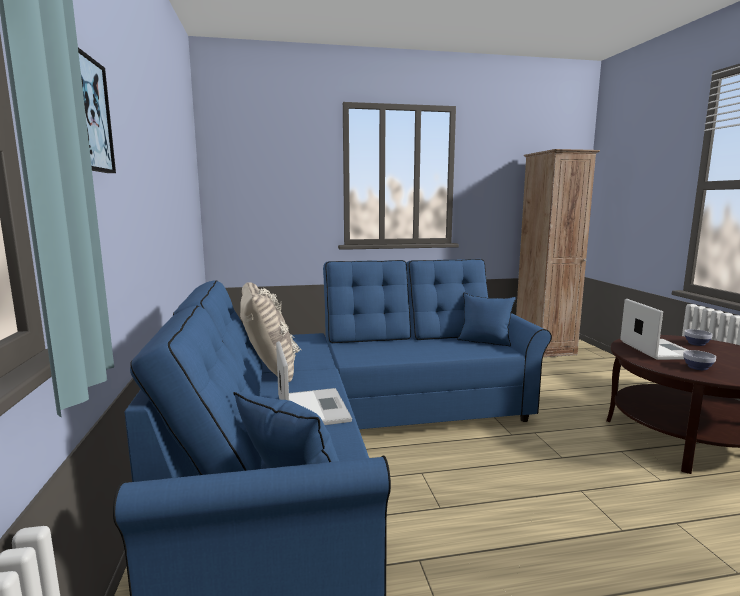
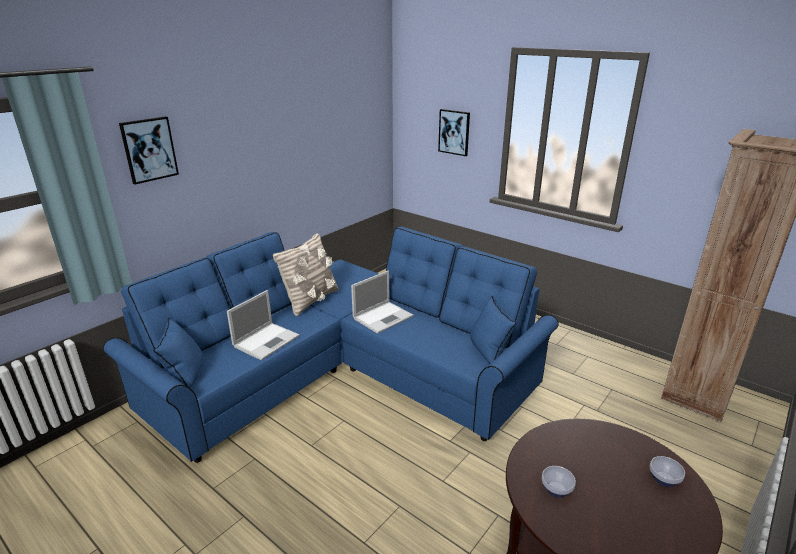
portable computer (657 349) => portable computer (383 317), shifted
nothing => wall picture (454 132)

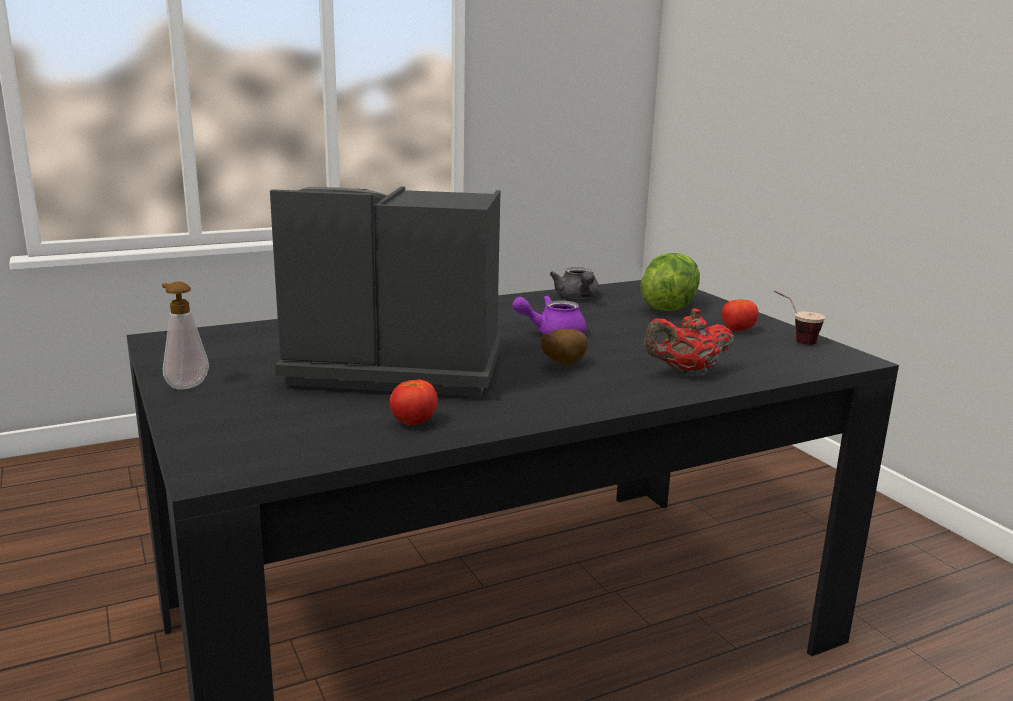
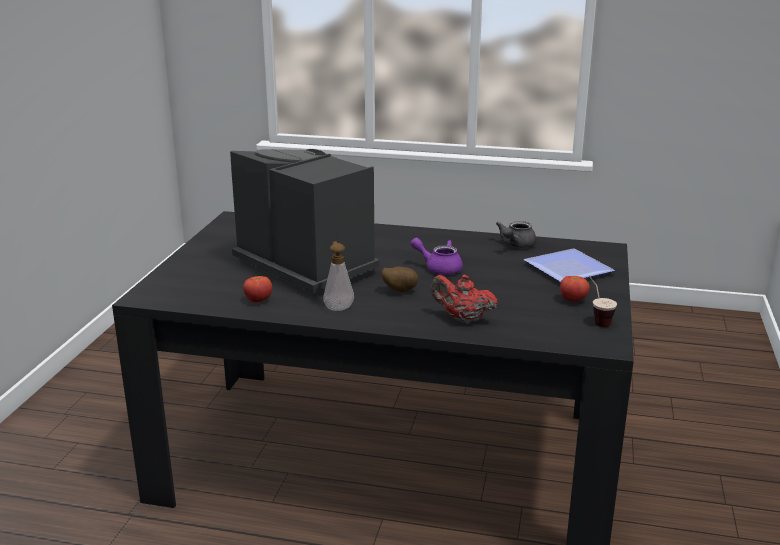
soap bottle (185 385) => soap bottle (338 307), shifted
head of lettuce (668 307) => dinner plate (564 269)

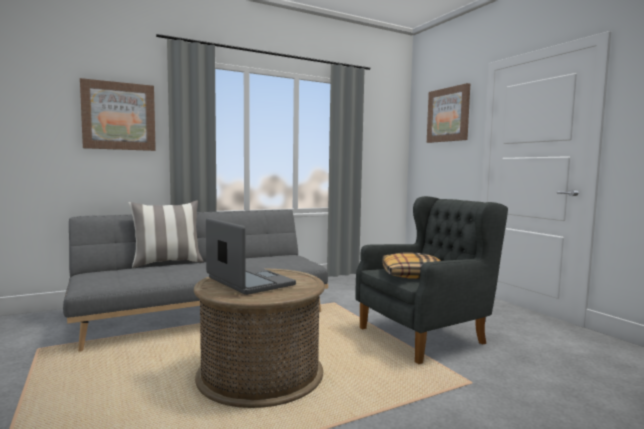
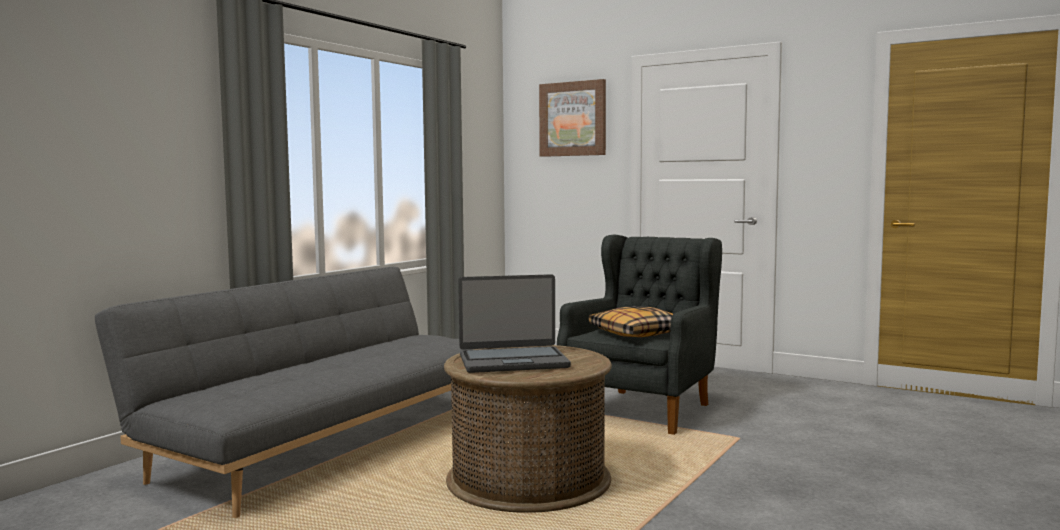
portable computer (249 282) => portable computer (513 361), 150 degrees clockwise
wall picture (119 116) => nothing
throw pillow (167 263) => nothing

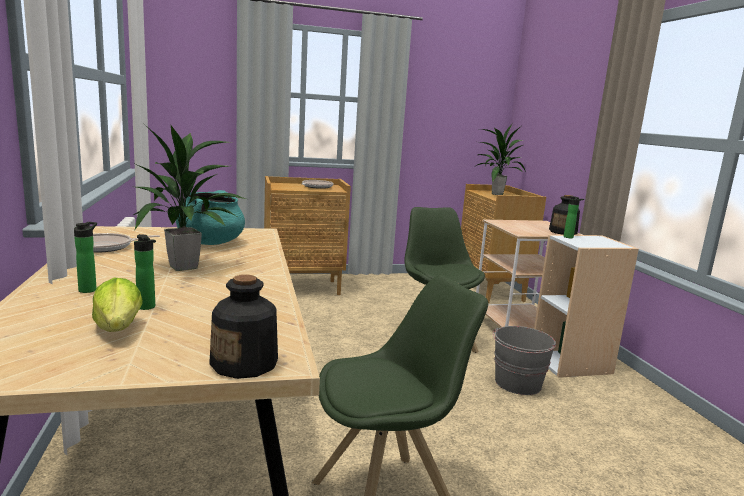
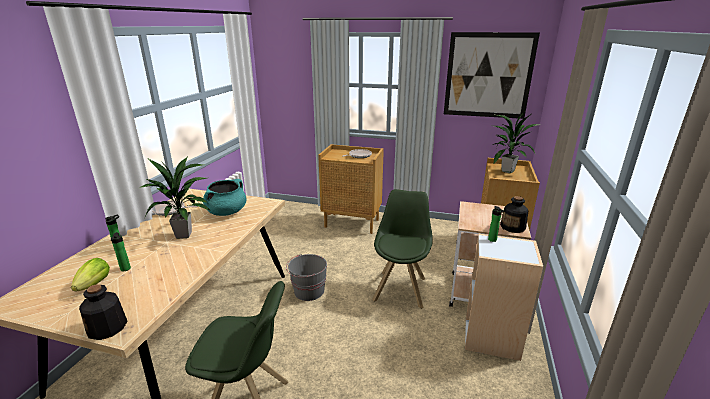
bucket in gray (518 384) => bucket in gray (308 291), shifted
nothing => wall picture (488 76)

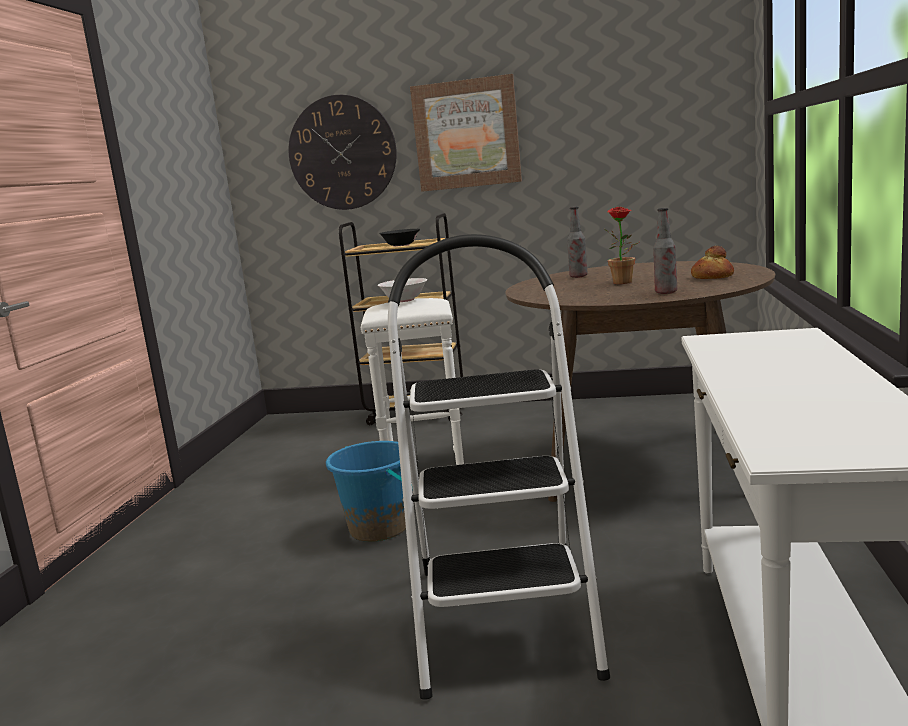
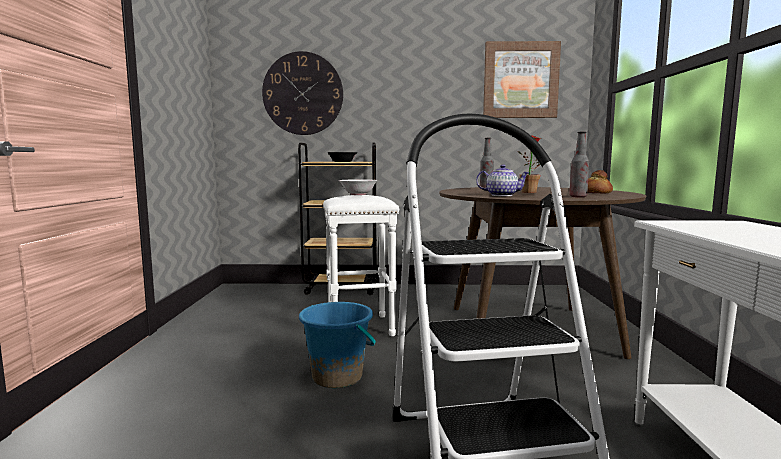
nothing => tea pot (501 195)
wall picture (466 134) => wall picture (520 80), shifted

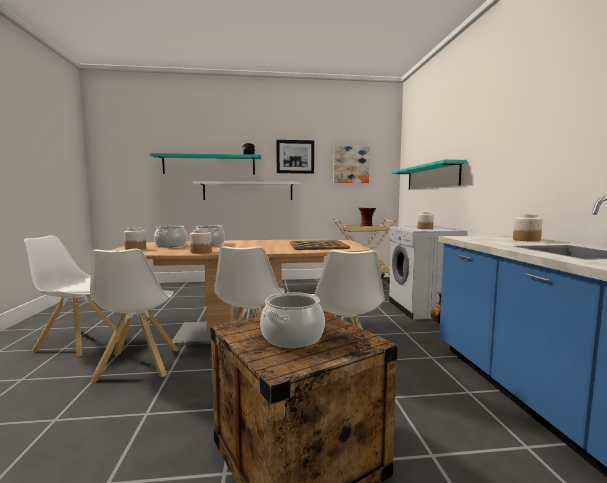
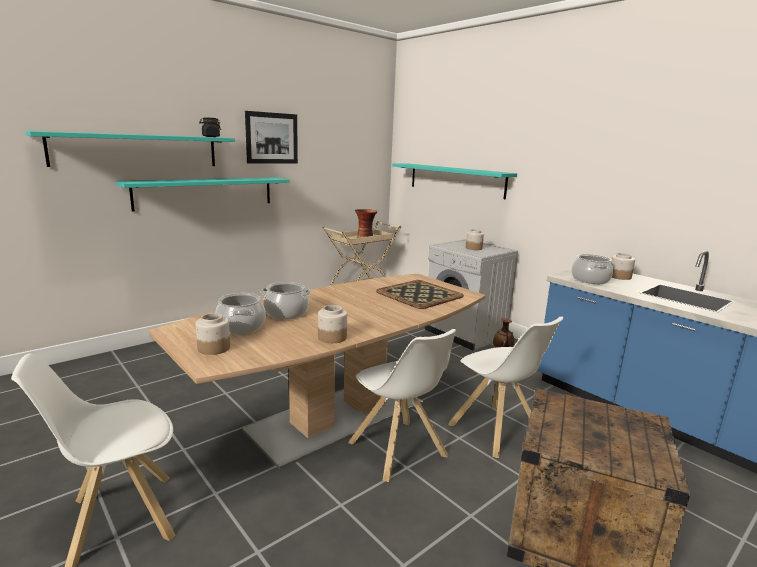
bracket shelf in white-coloured (248 191) => bracket shelf in turquoise-coloured (205 192)
cooking pot (293 337) => cooking pot (590 280), shifted
plain chair in white-coloured (137 365) => nothing
wall picture (351 165) => nothing

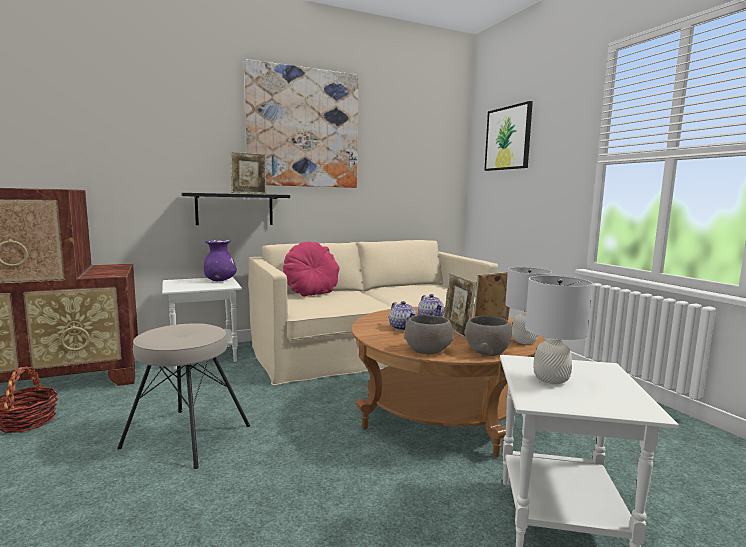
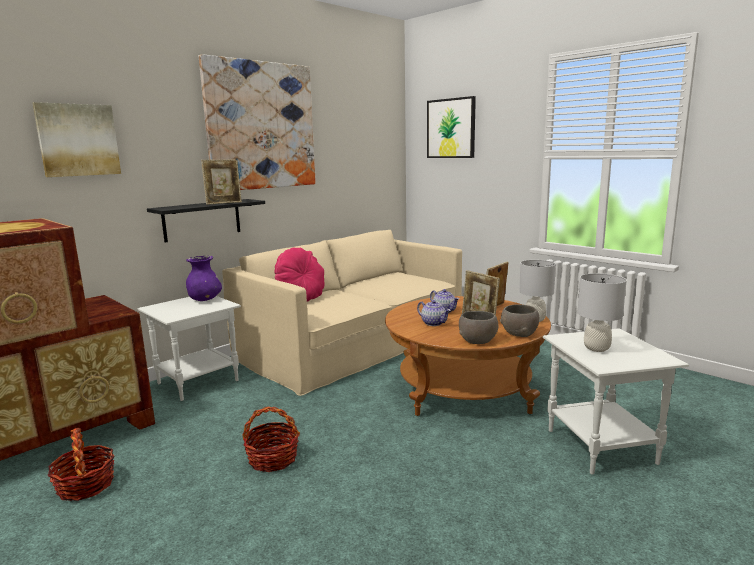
nothing => wall picture (78 140)
sitting stool in beige (186 437) => household basket (272 459)

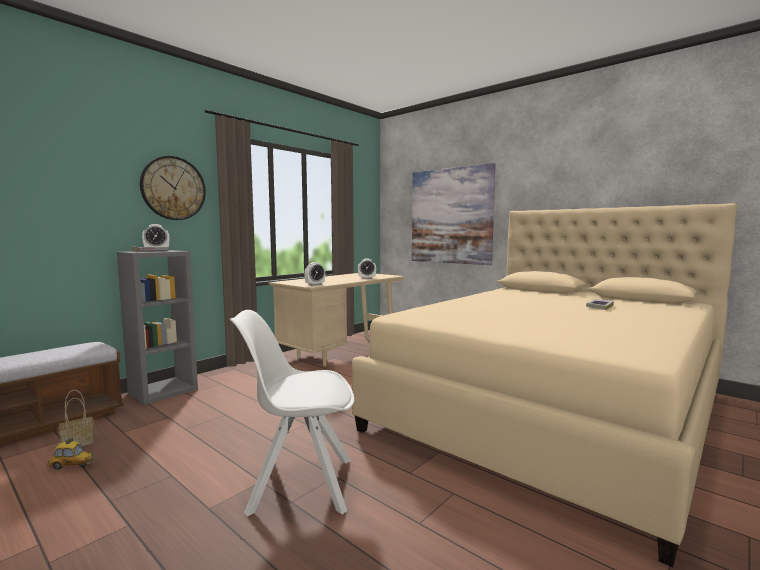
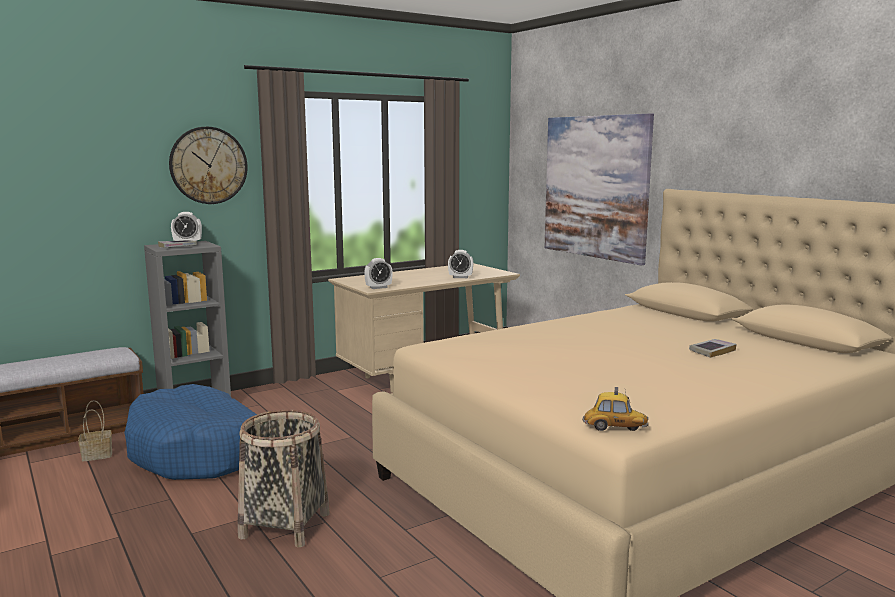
nothing => pet bed in blue-coloured (199 452)
plain chair in white-coloured (300 485) => household basket (285 525)
toy car (71 466) => toy car (614 428), shifted

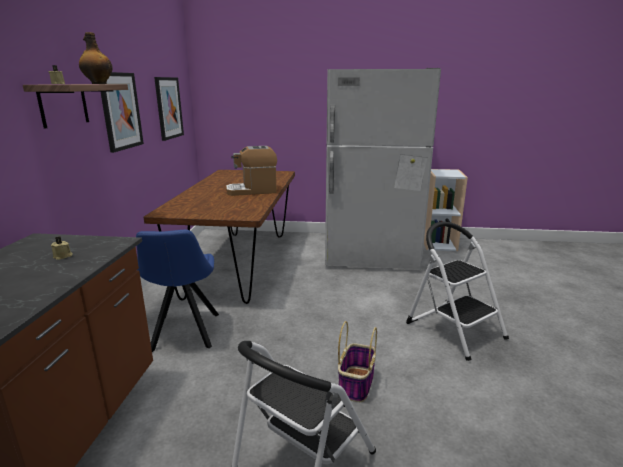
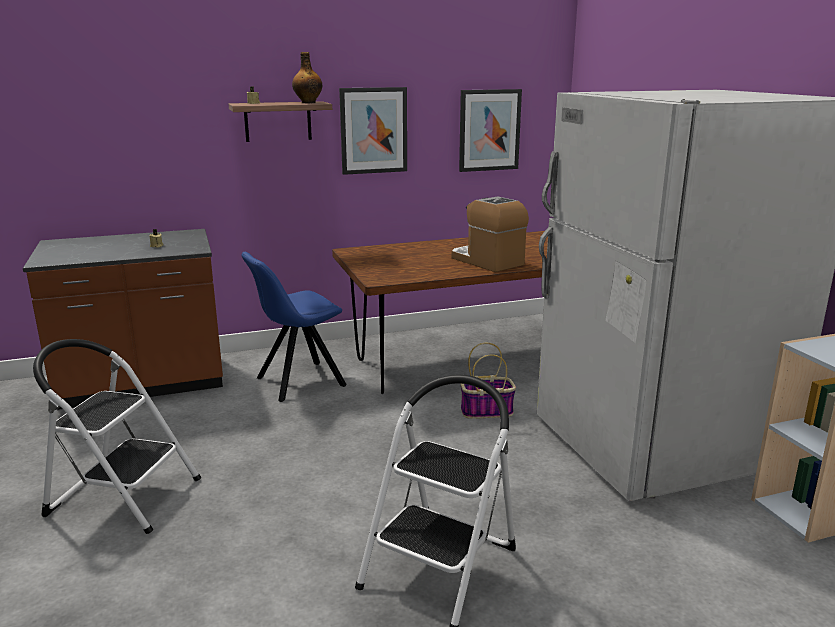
household basket (356 383) => household basket (487 411), shifted

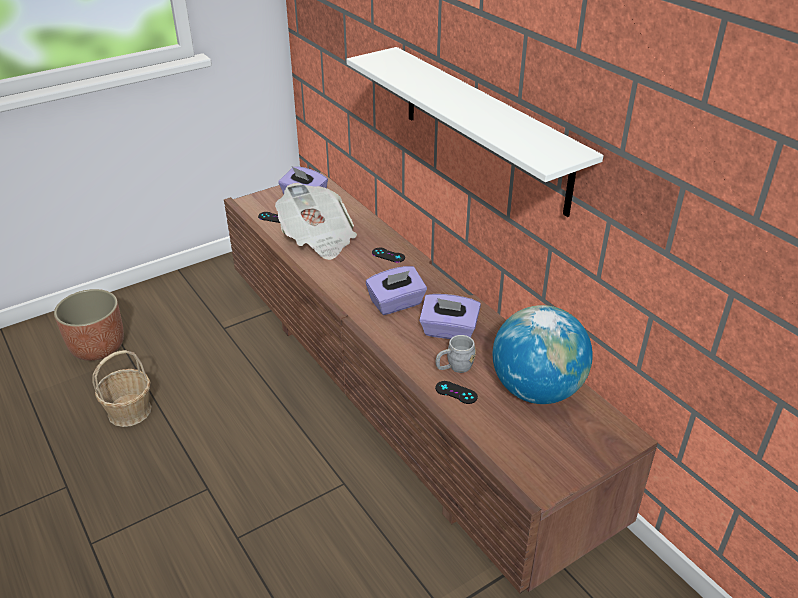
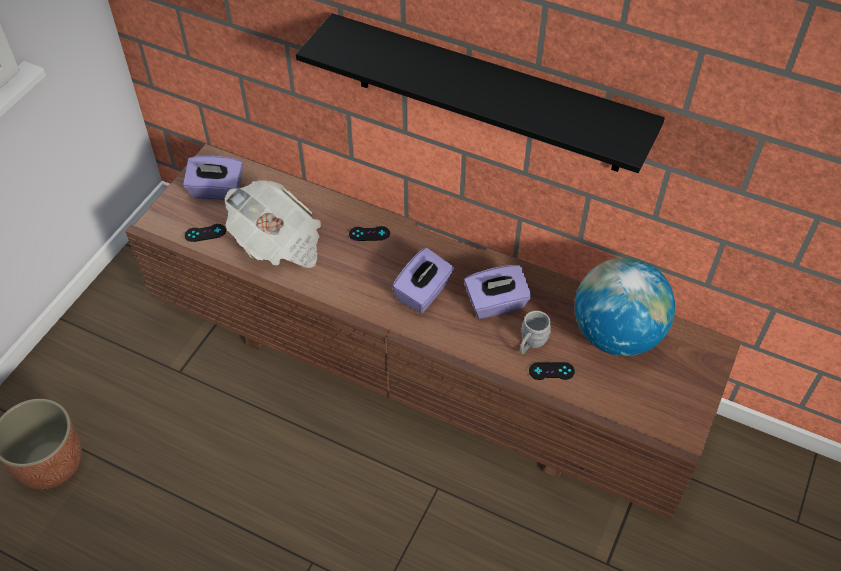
bracket shelf in white-coloured (483 128) => bracket shelf in black-coloured (487 95)
household basket (130 411) => nothing

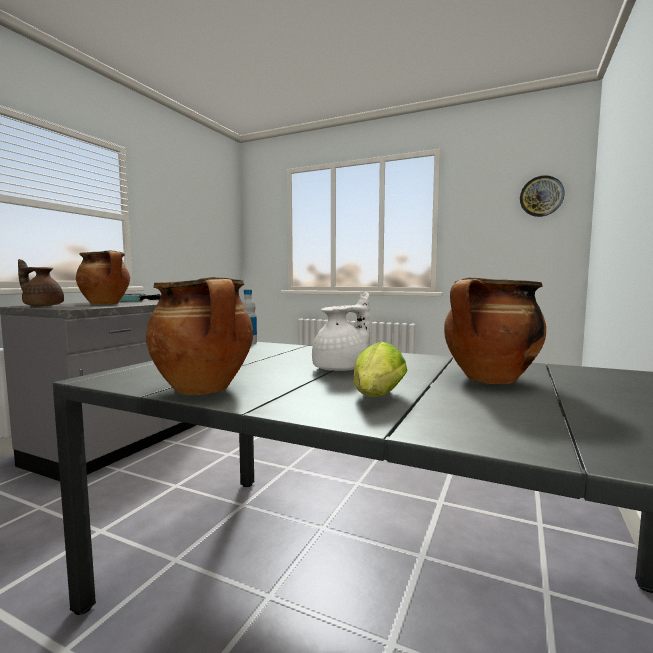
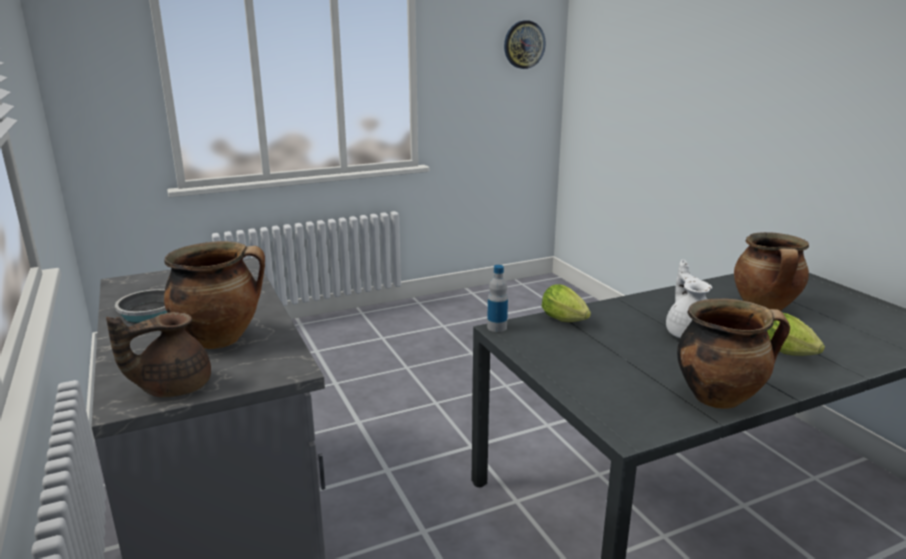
nothing => head of lettuce (566 321)

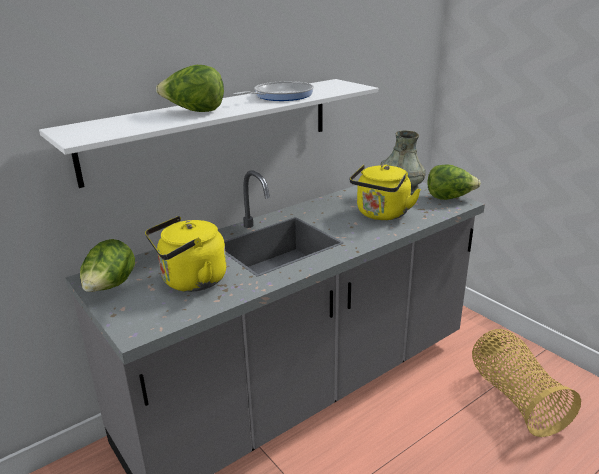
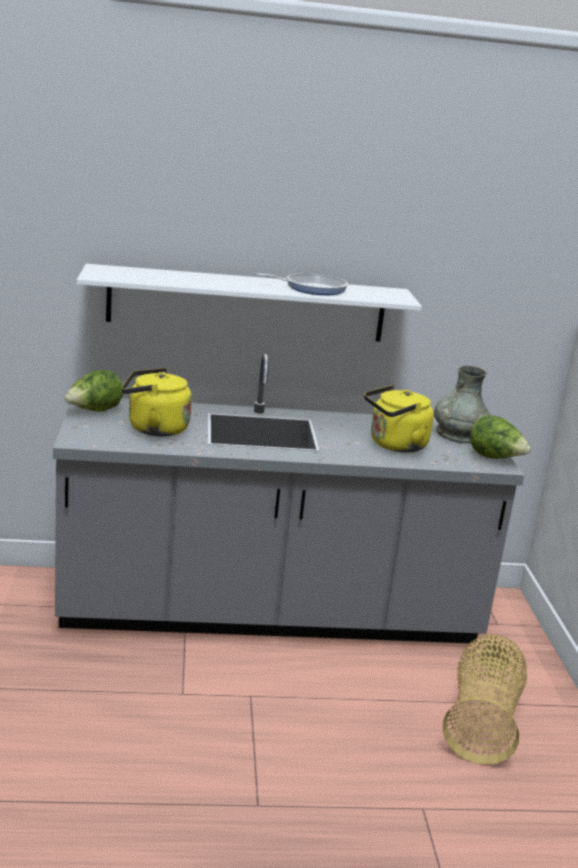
head of lettuce (194 112) => nothing

